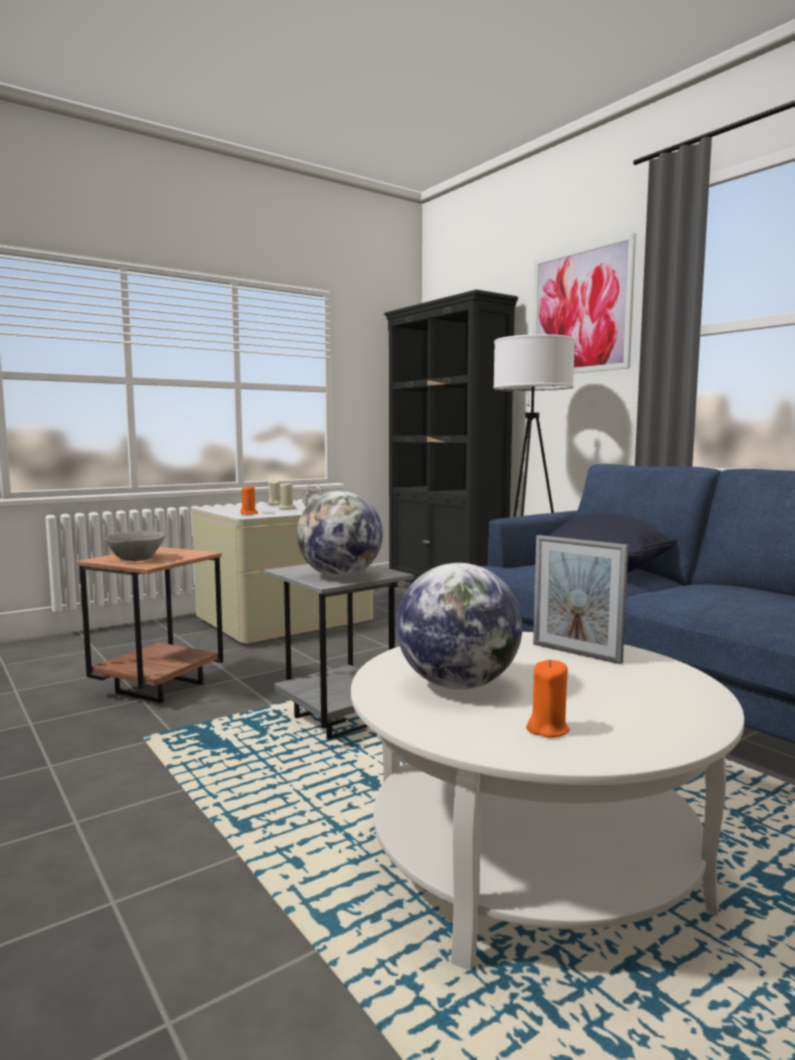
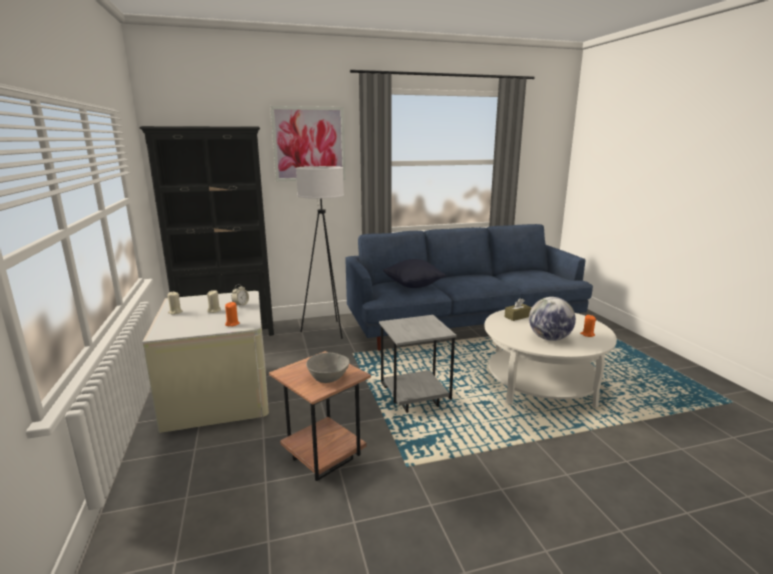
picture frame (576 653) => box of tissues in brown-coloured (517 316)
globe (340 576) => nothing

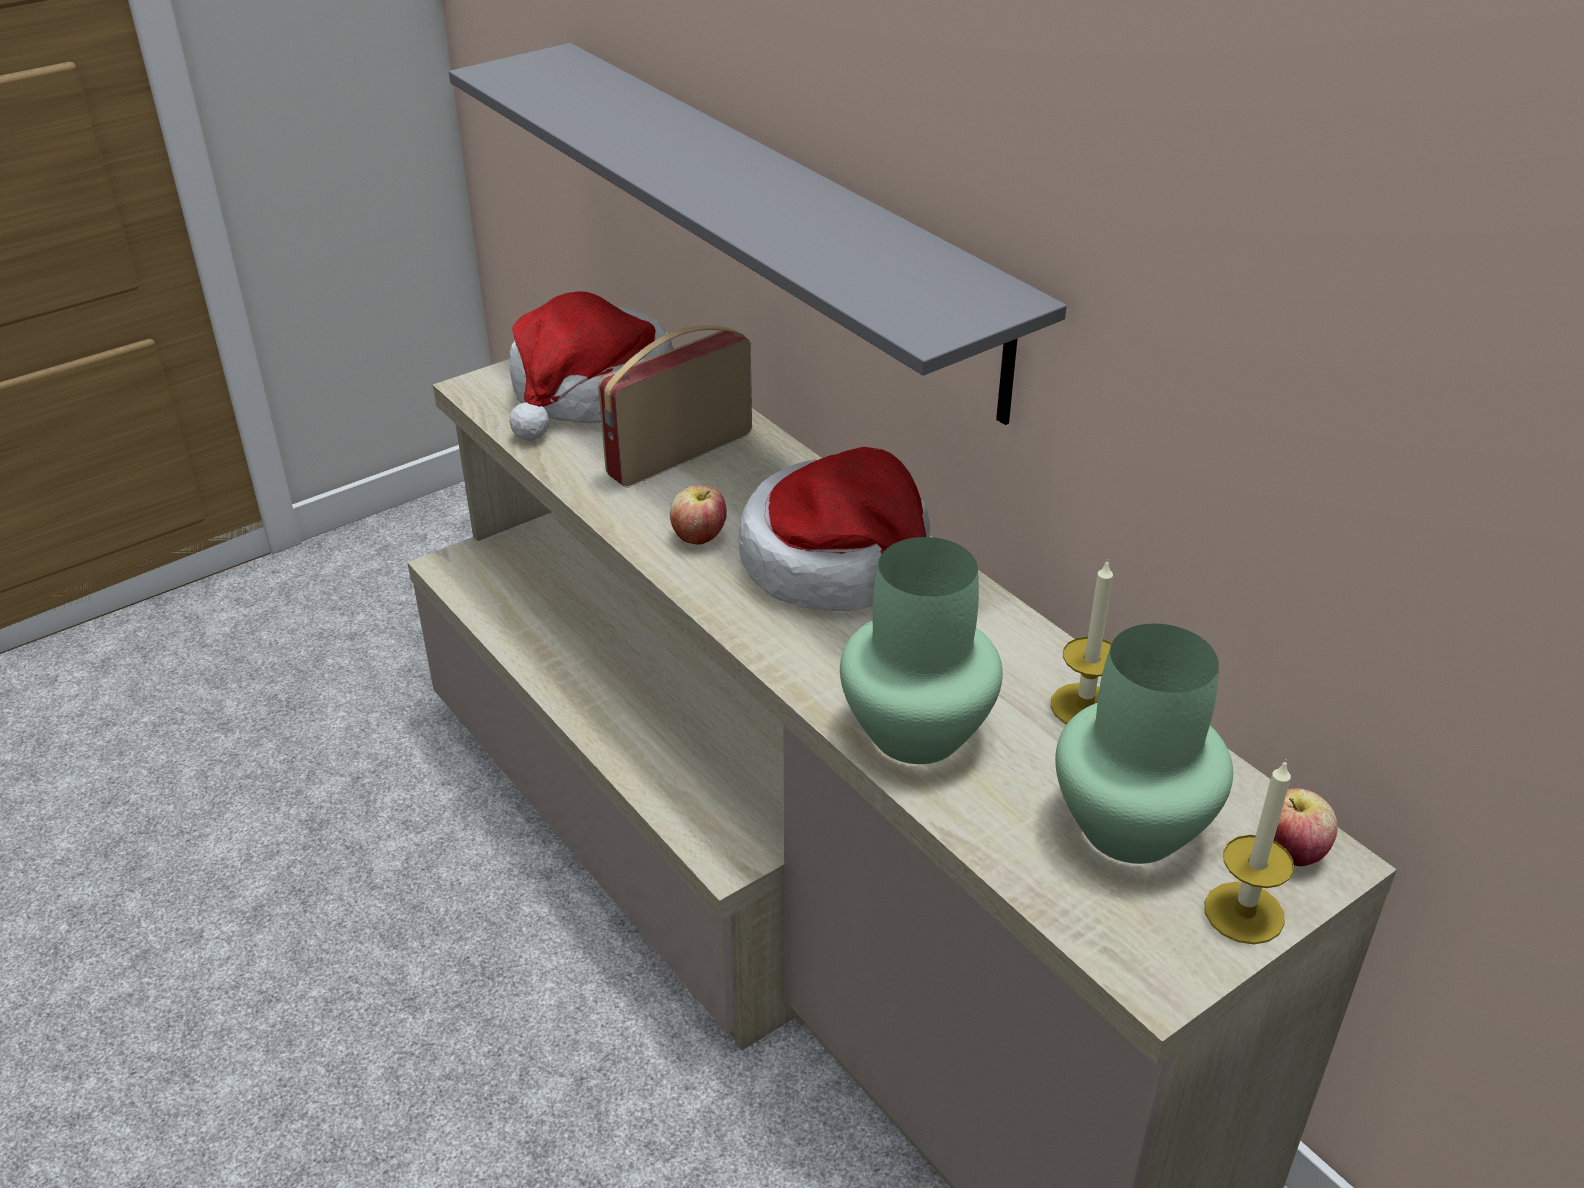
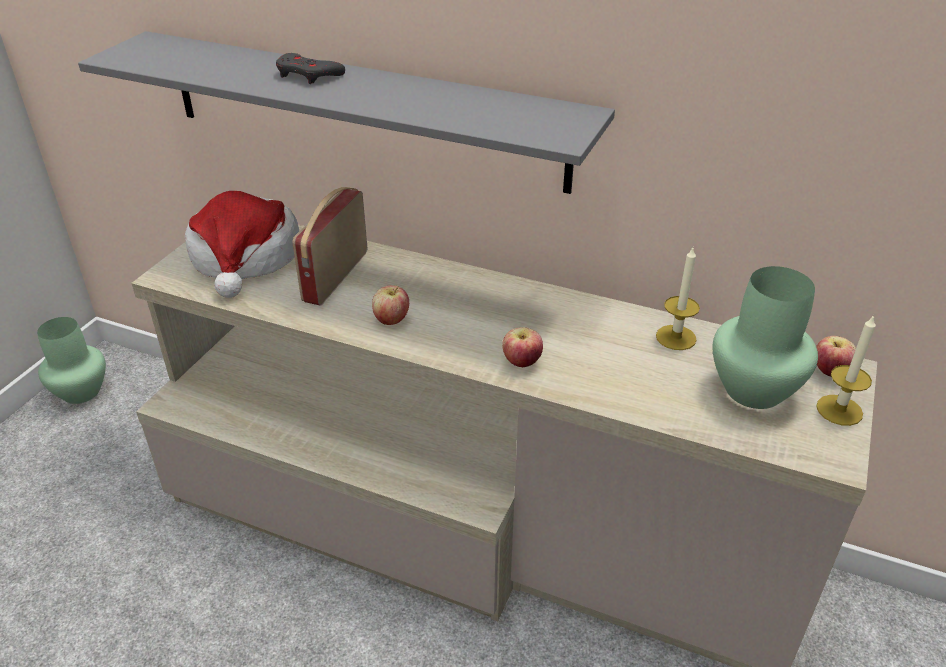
vase in greenish (919 733) => vase in greenish (82 391), shifted
nothing => game controller in gray (308 74)
nothing => apple (521 362)
clothing hat (841 564) => nothing

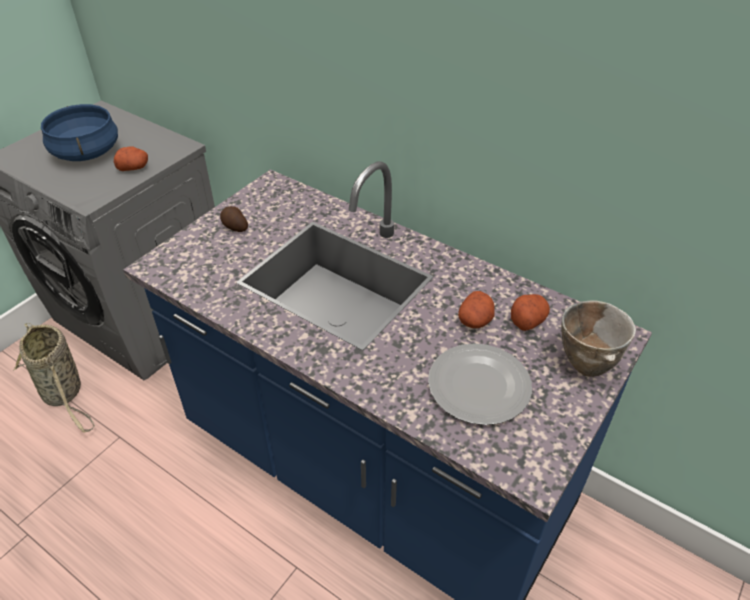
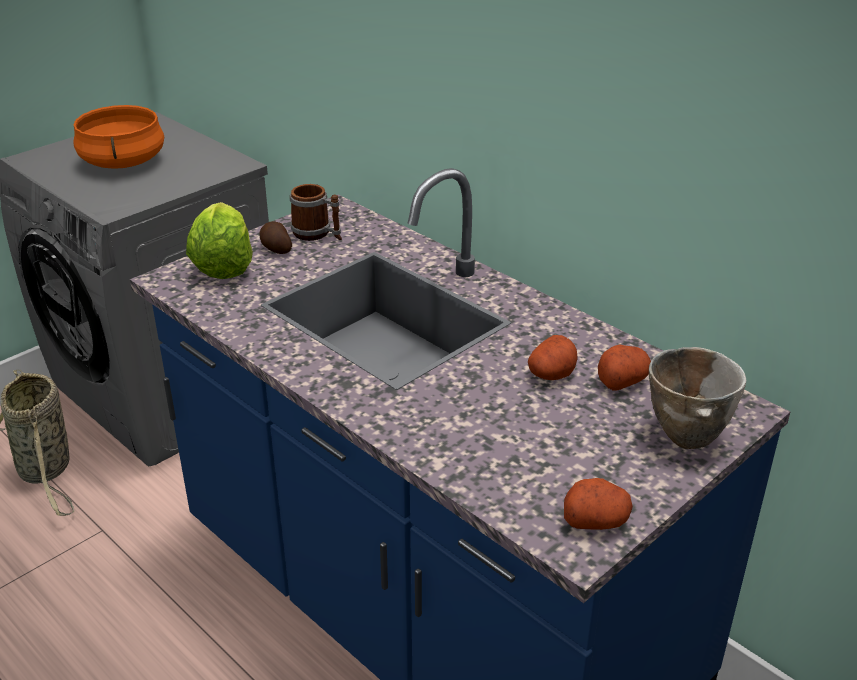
cooking pot in blue-coloured (85 152) => cooking pot in orange-coloured (122 162)
nothing => head of lettuce (224 265)
nothing => mug (317 234)
potato (134 167) => potato (596 520), shifted
dinner plate (479 385) => nothing

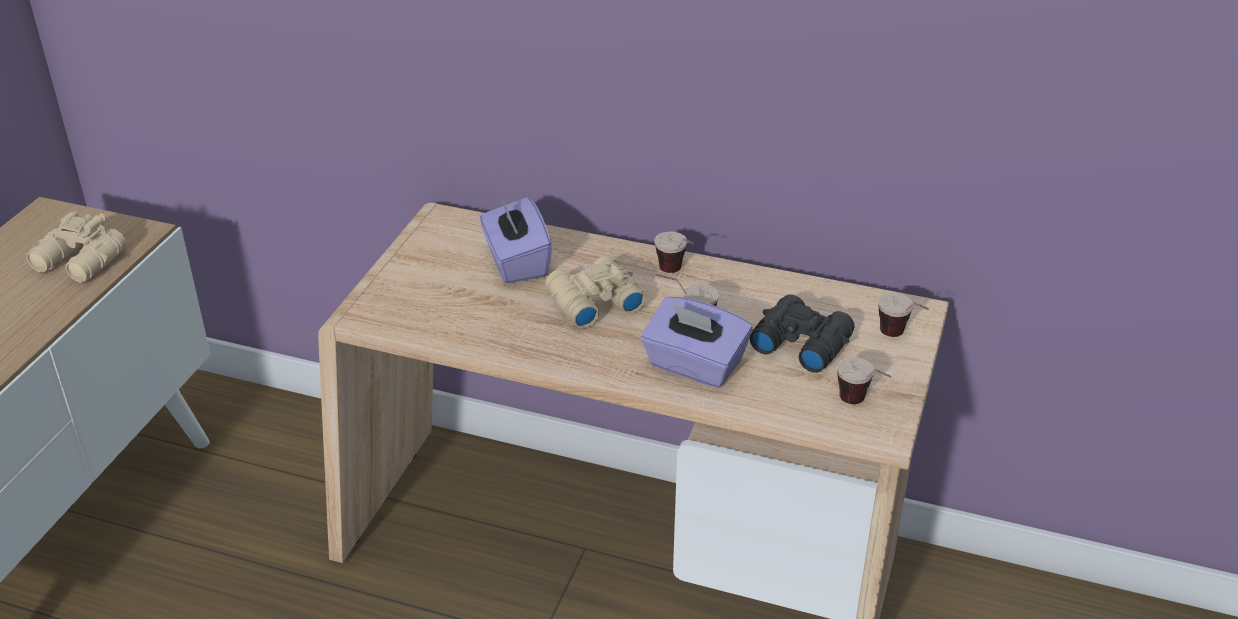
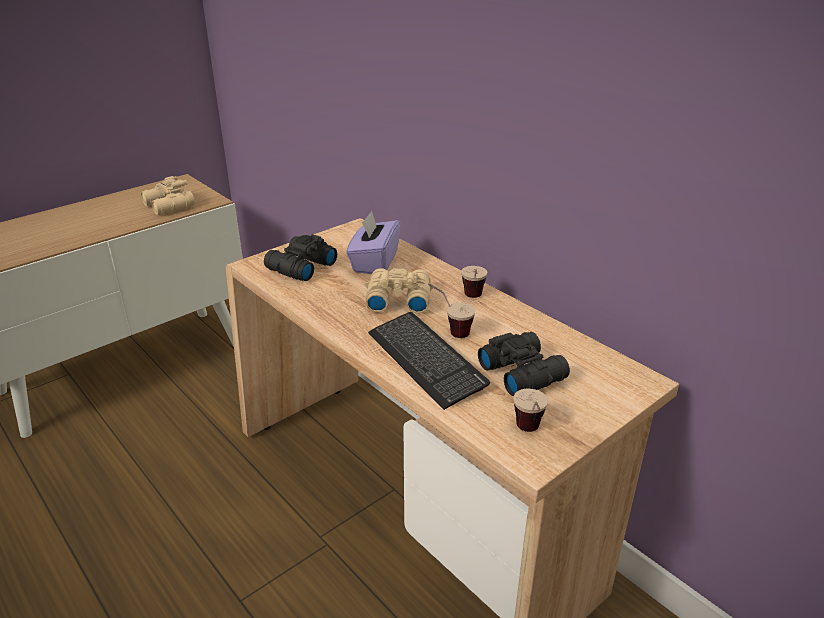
nothing => field glasses in black-coloured (299 267)
box of tissues in purple-coloured (694 366) => PC keyboard (425 360)
cup (900 338) => nothing

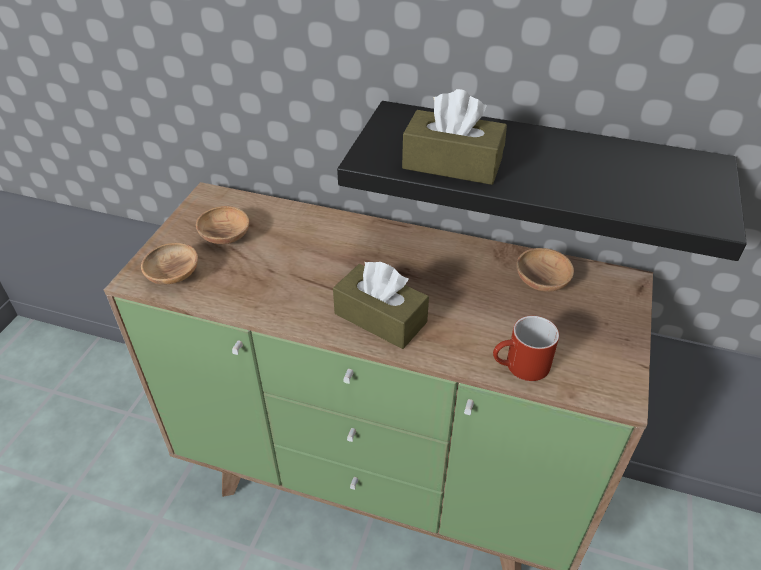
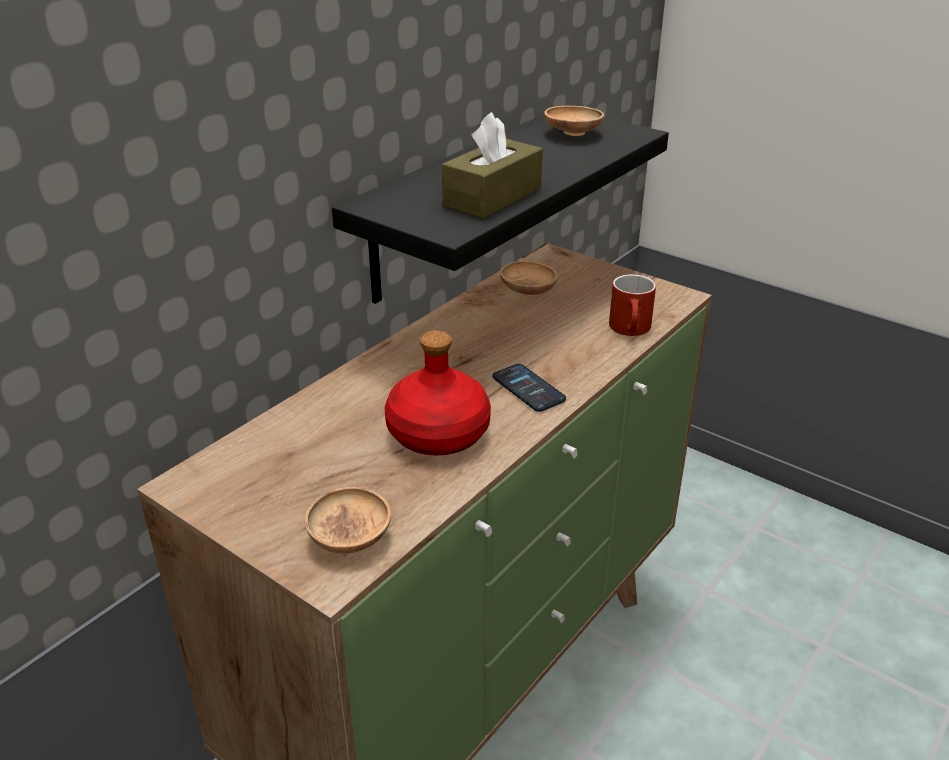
nothing => drink bottle in red (437 434)
box of tissues in brown-coloured (380 318) => phone (528 389)
deep dish in brown-coloured (225 236) => deep dish in brown-coloured (572 134), shifted

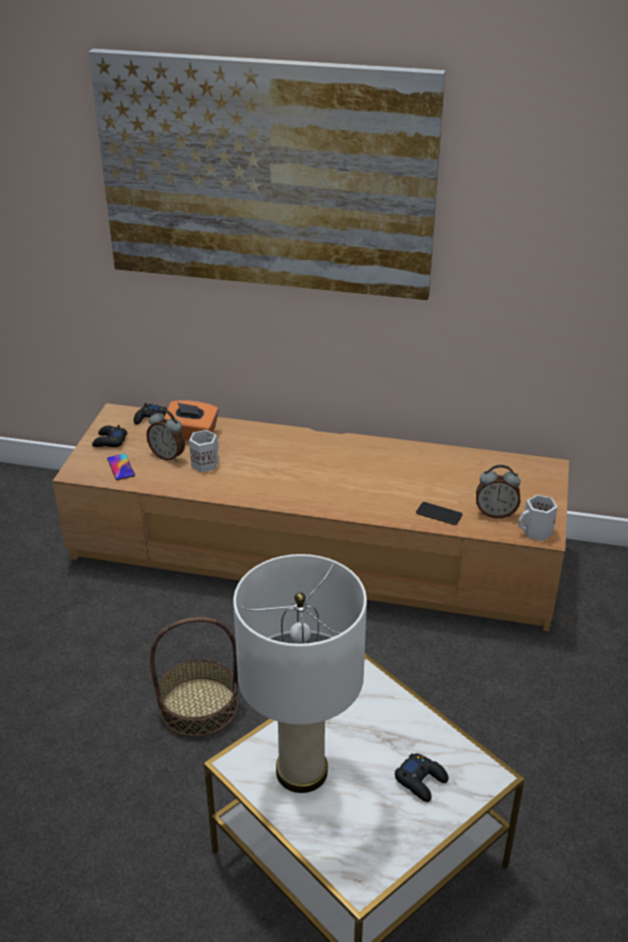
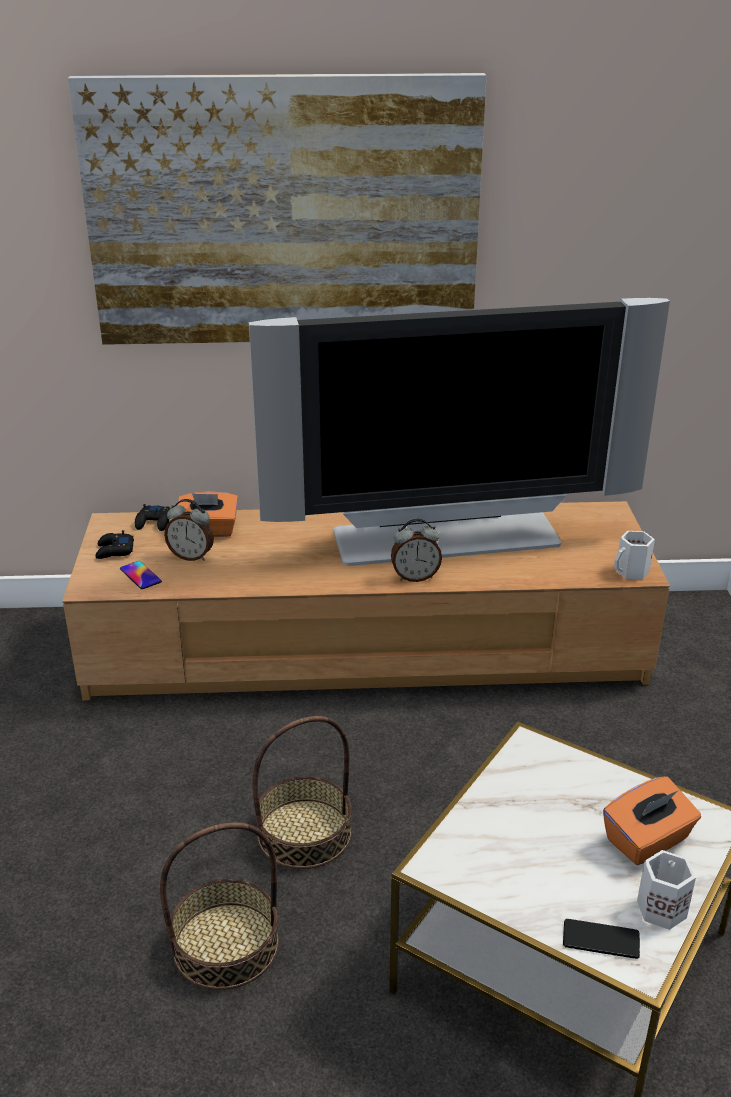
nothing => household basket (226 944)
nothing => TV set (448 540)
table clock (495 513) => table clock (415 577), shifted
phone (439 514) => phone (601 939), shifted
game controller in black-coloured (421 780) => box of tissues in orange-coloured (647 841)
mug in white-coloured (205 463) => mug in white-coloured (660 907), shifted
tabletop lamp in white-coloured (301 771) => nothing

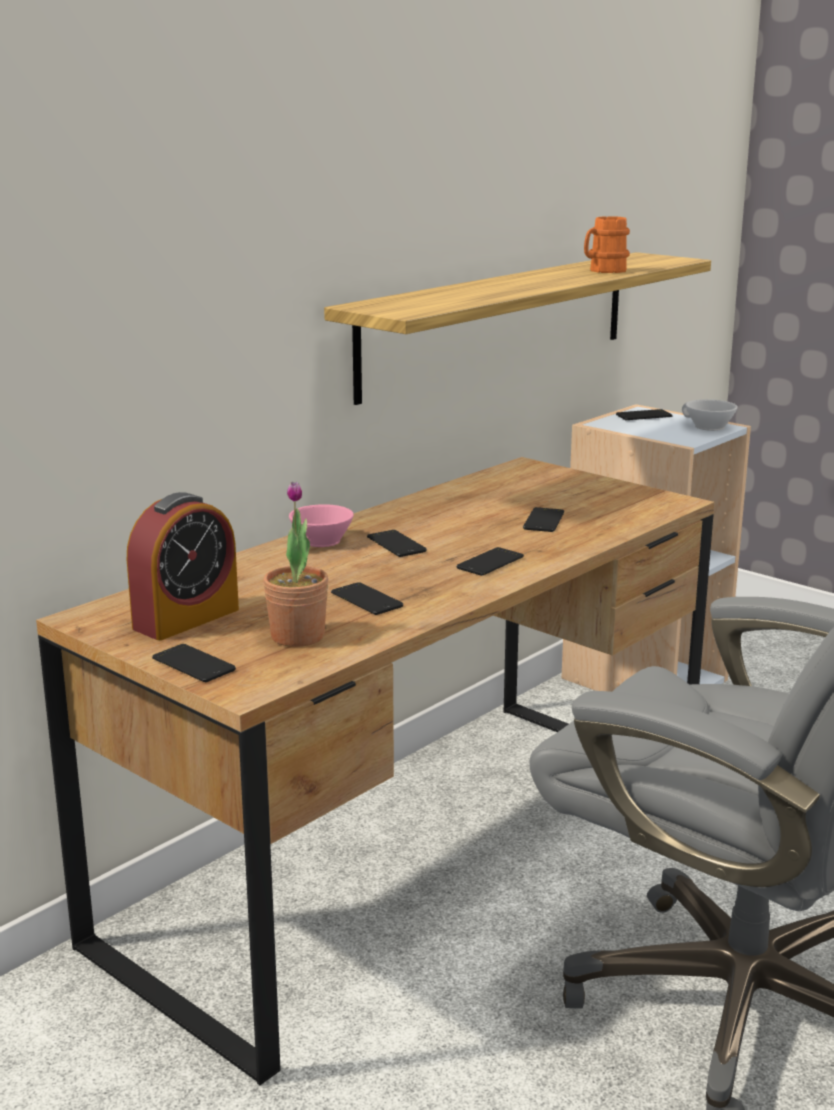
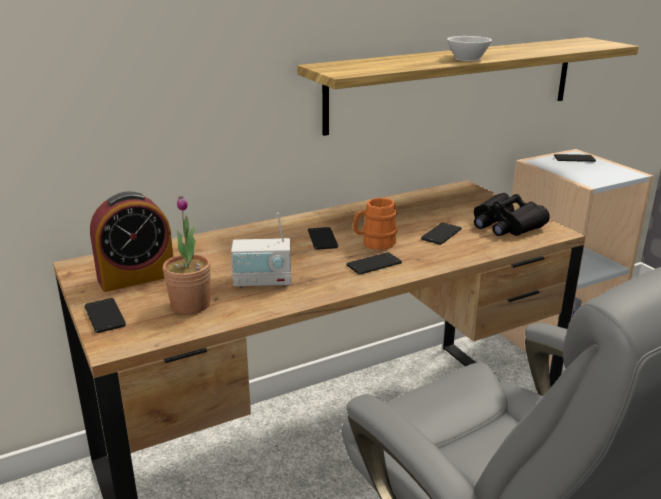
phone (366 600) => radio receiver (263 282)
mug in orange-coloured (603 270) => mug in orange-coloured (374 243), shifted
cup in white-coloured (707 426) => cup in white-coloured (465 58), shifted
nothing => field glasses in black-coloured (505 225)
cup in pinkish (322 542) => nothing

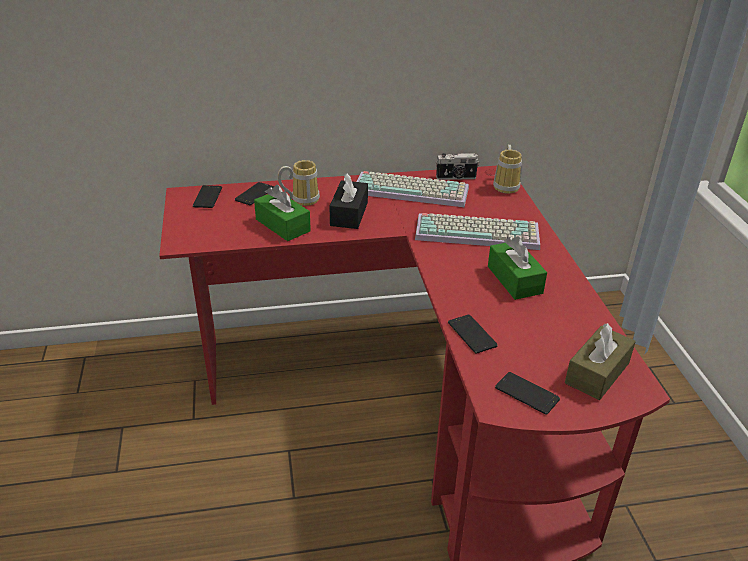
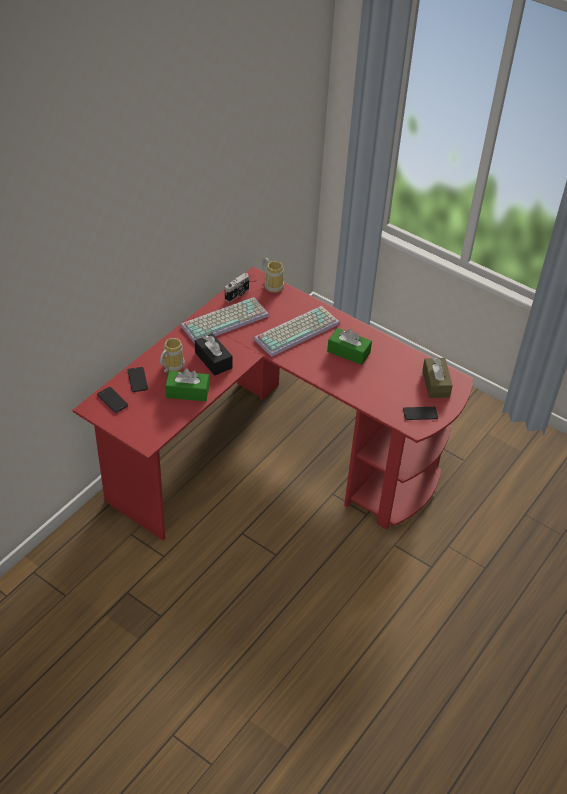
phone (472 334) => nothing

